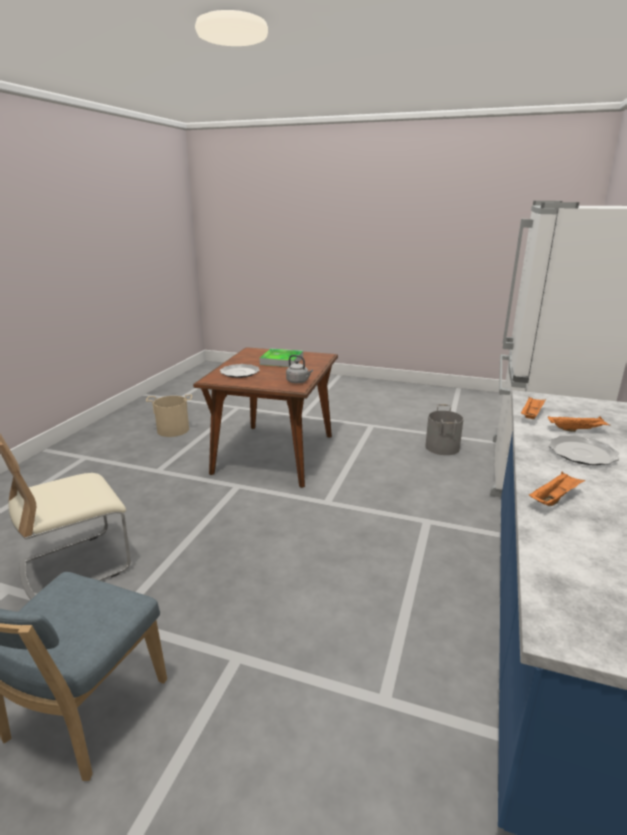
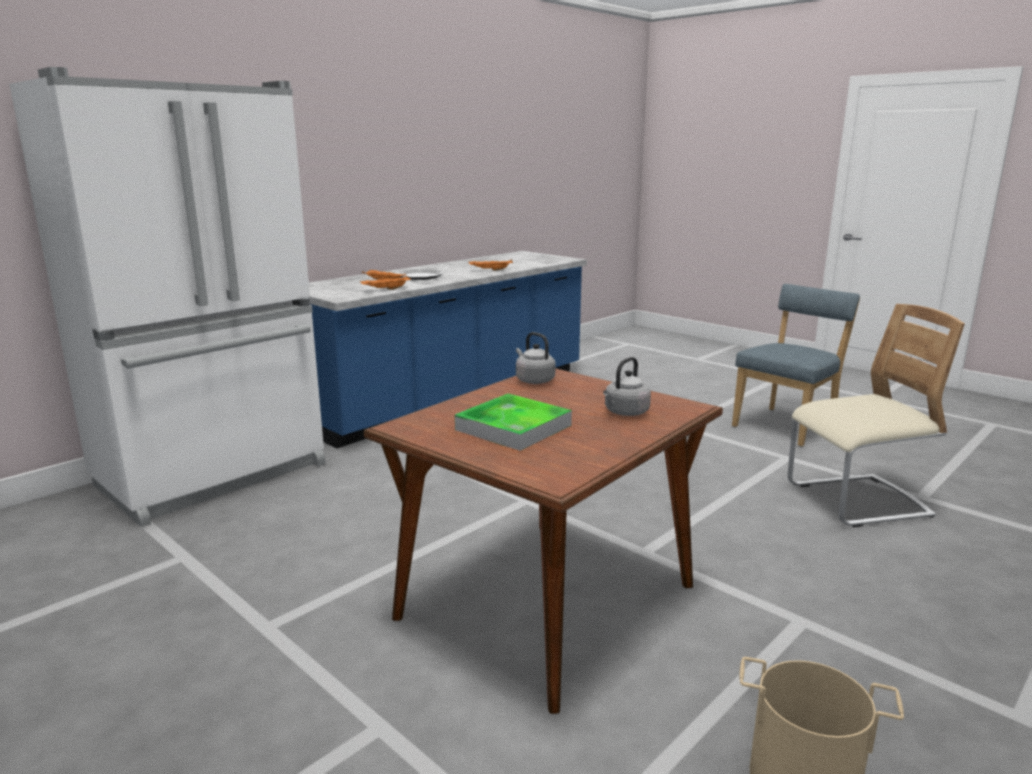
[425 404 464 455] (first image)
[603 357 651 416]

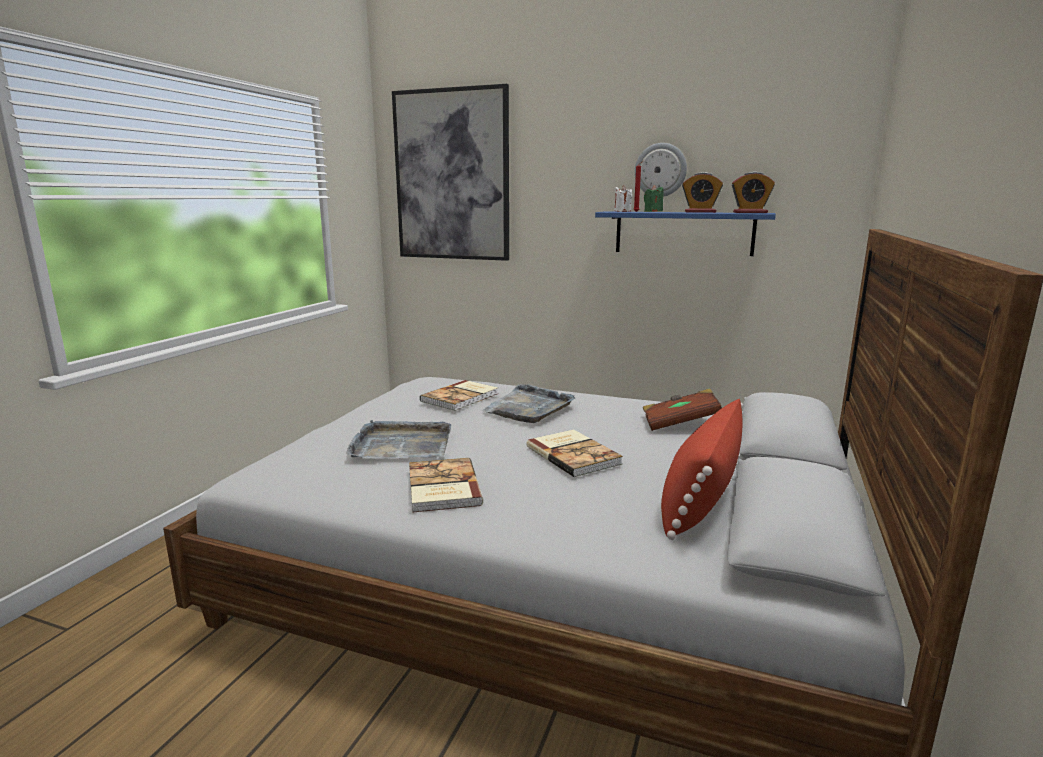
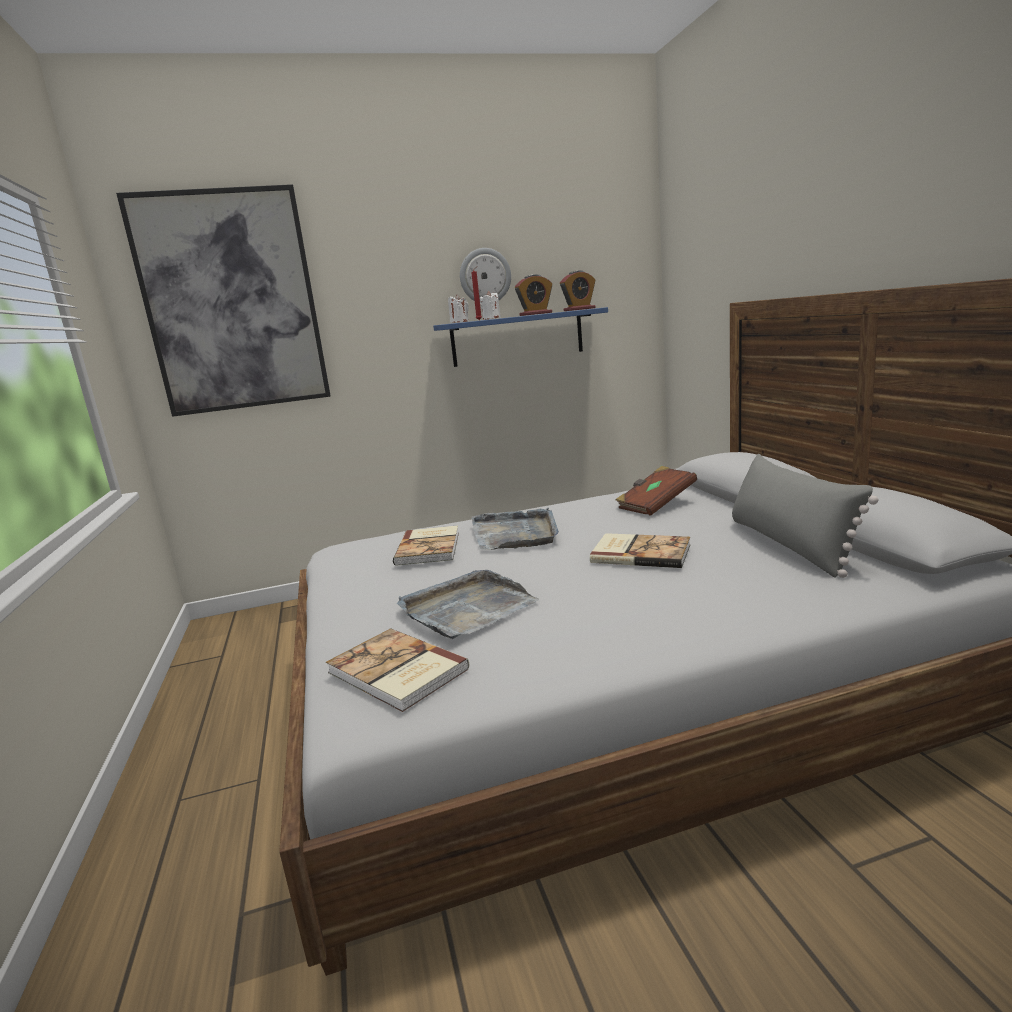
[326 628 469 712]
[480 291 501 320]
[732 454 879 578]

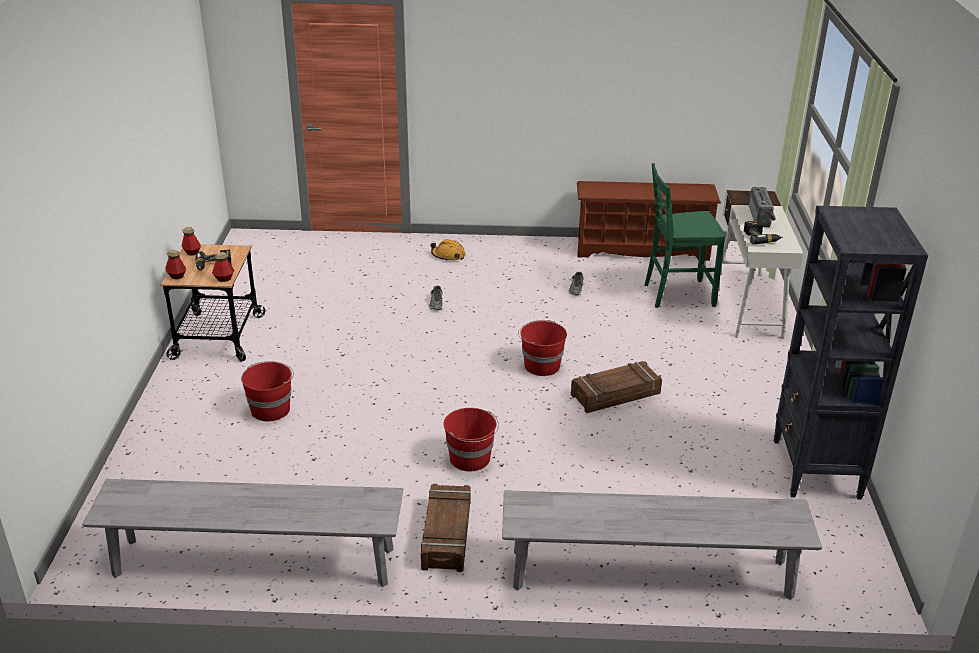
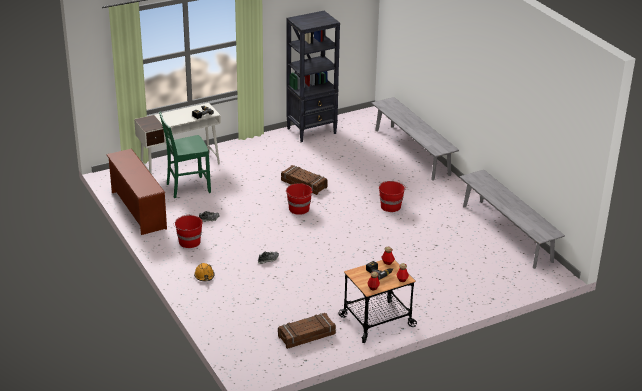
[749 187 776 227] (first image)
[174 214 203 248]
[278 313 336 349]
[159 111 211 198]

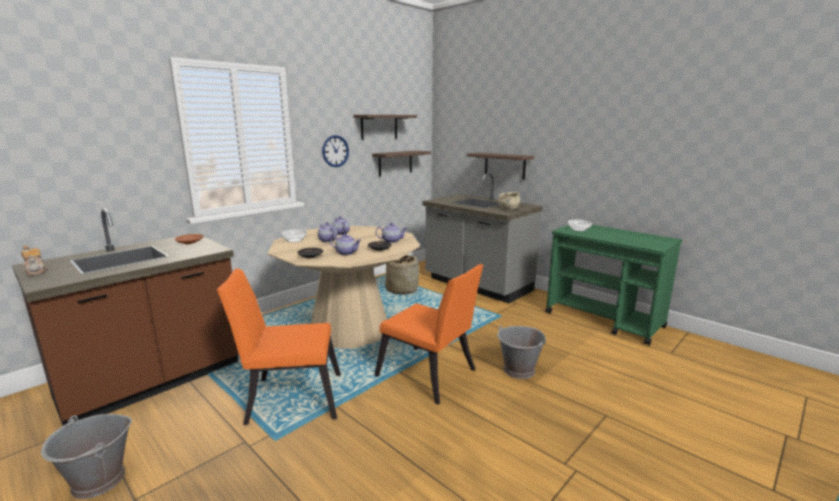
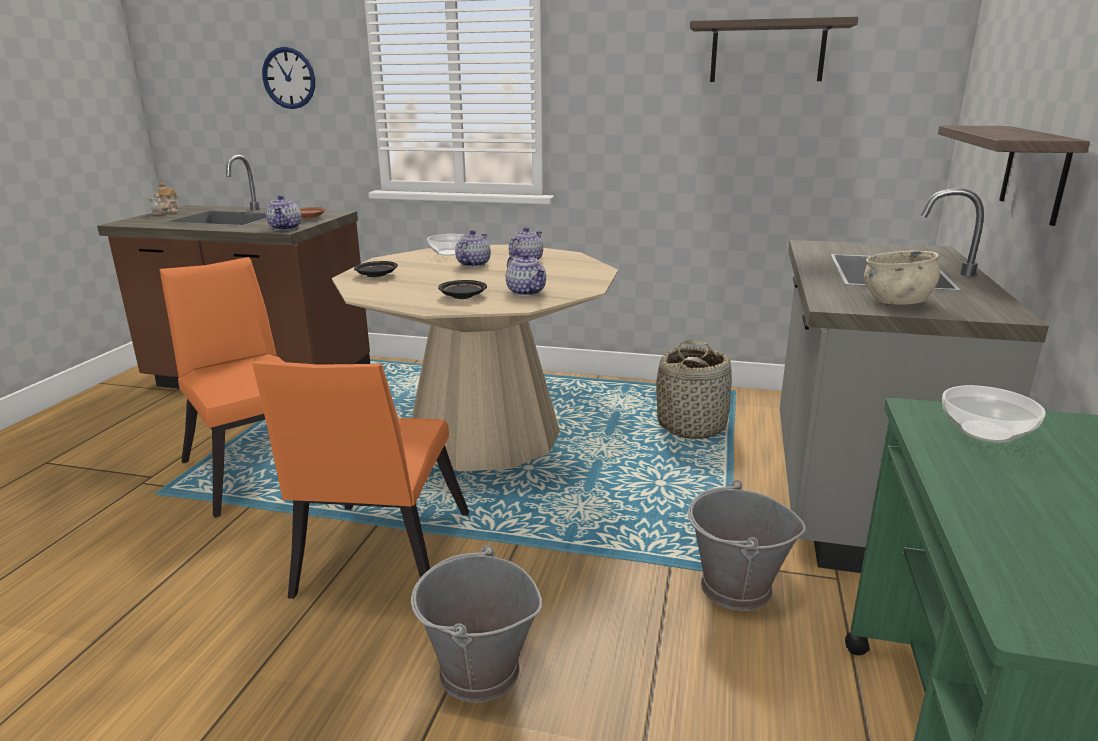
[372 150 431 176] (first image)
[688 480 806 611]
[262 47 315 109]
[266 195 302 230]

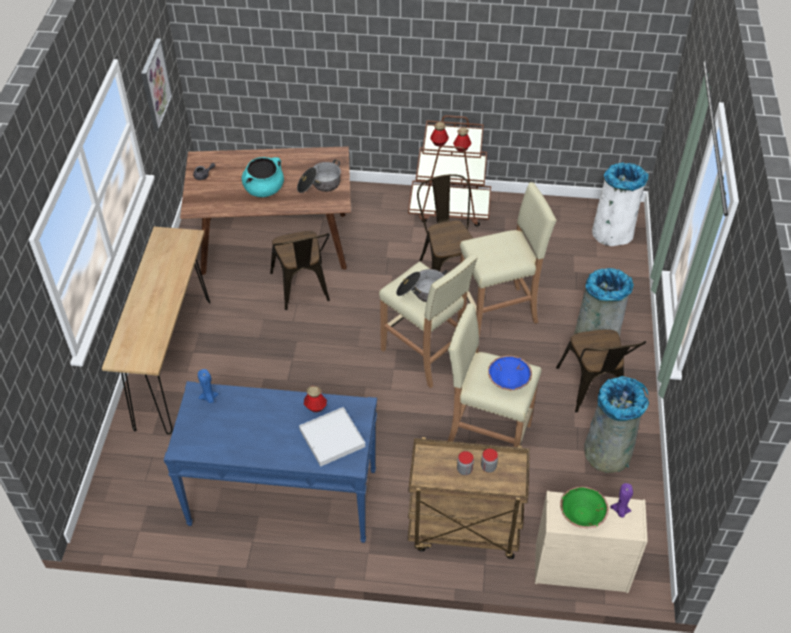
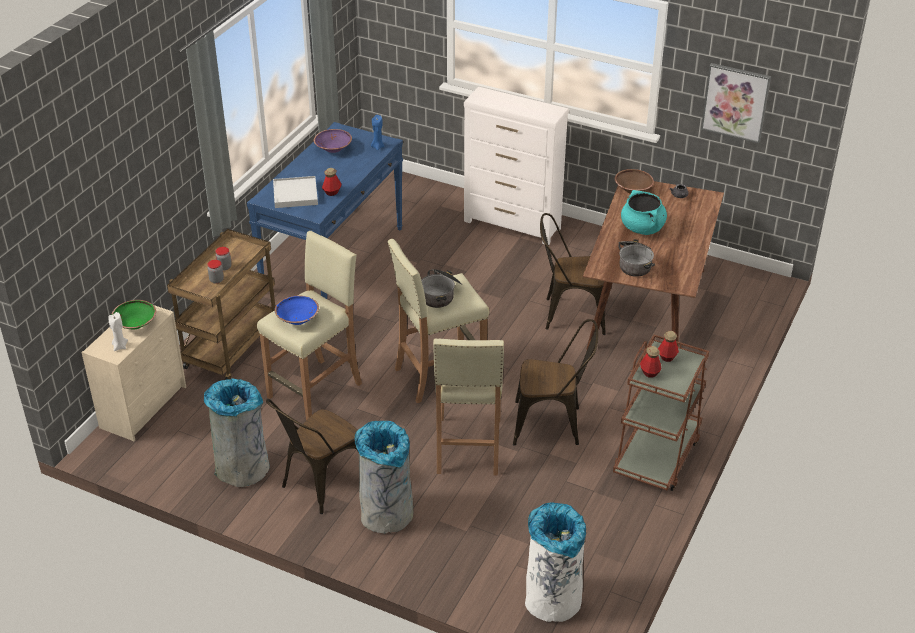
[314 129 352 153]
[615 169 654 194]
[464 87 569 245]
[108 312 128 351]
[266 399 359 514]

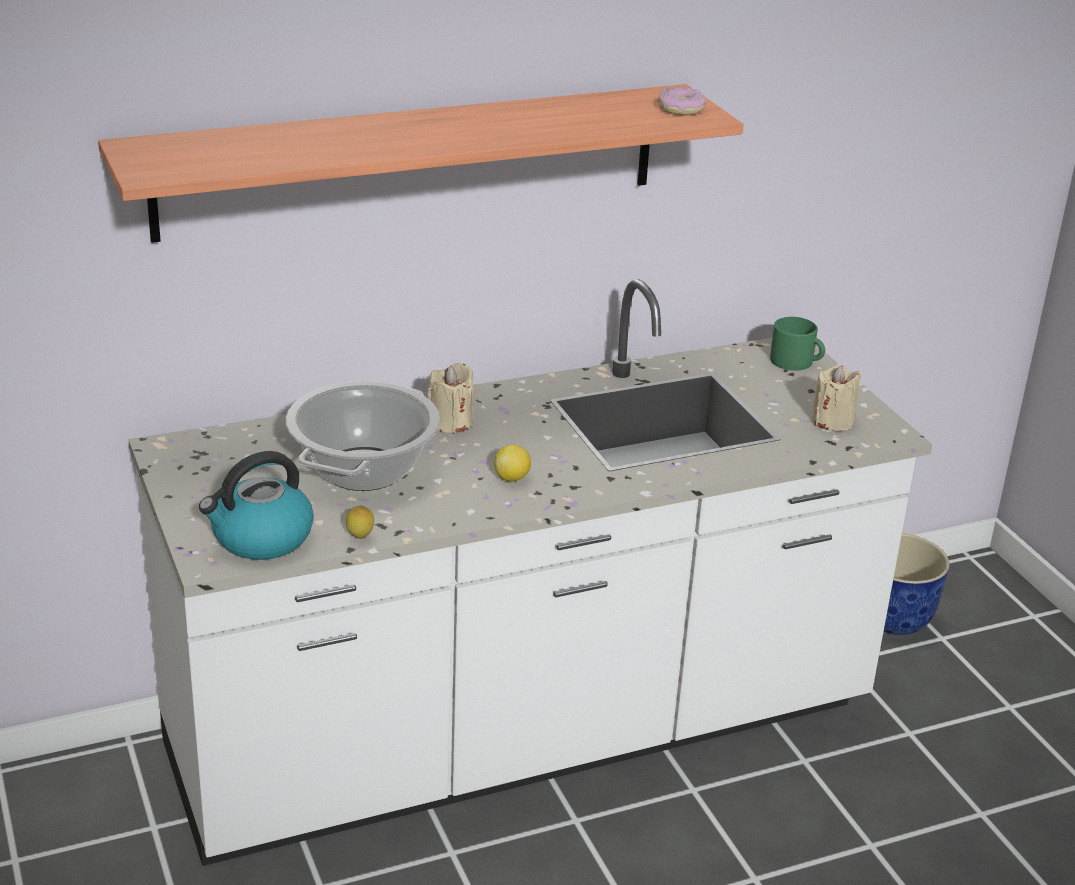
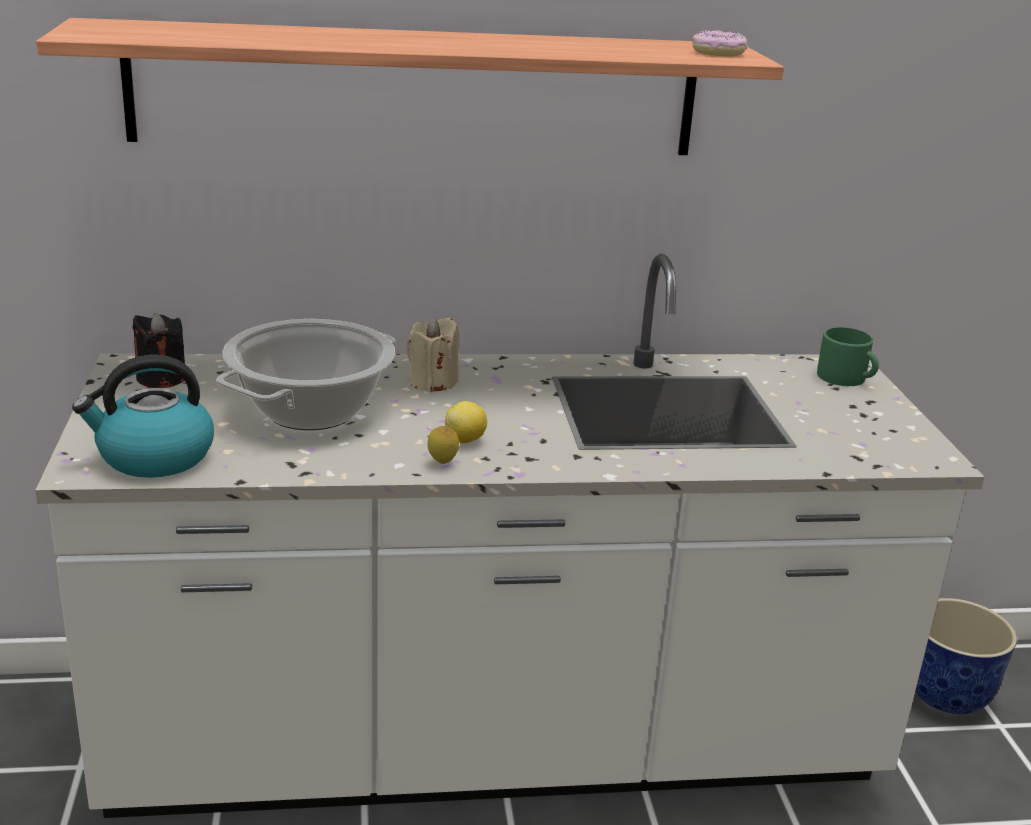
[811 365 861 431] (first image)
[132 313 185 388]
[428 426 459 464]

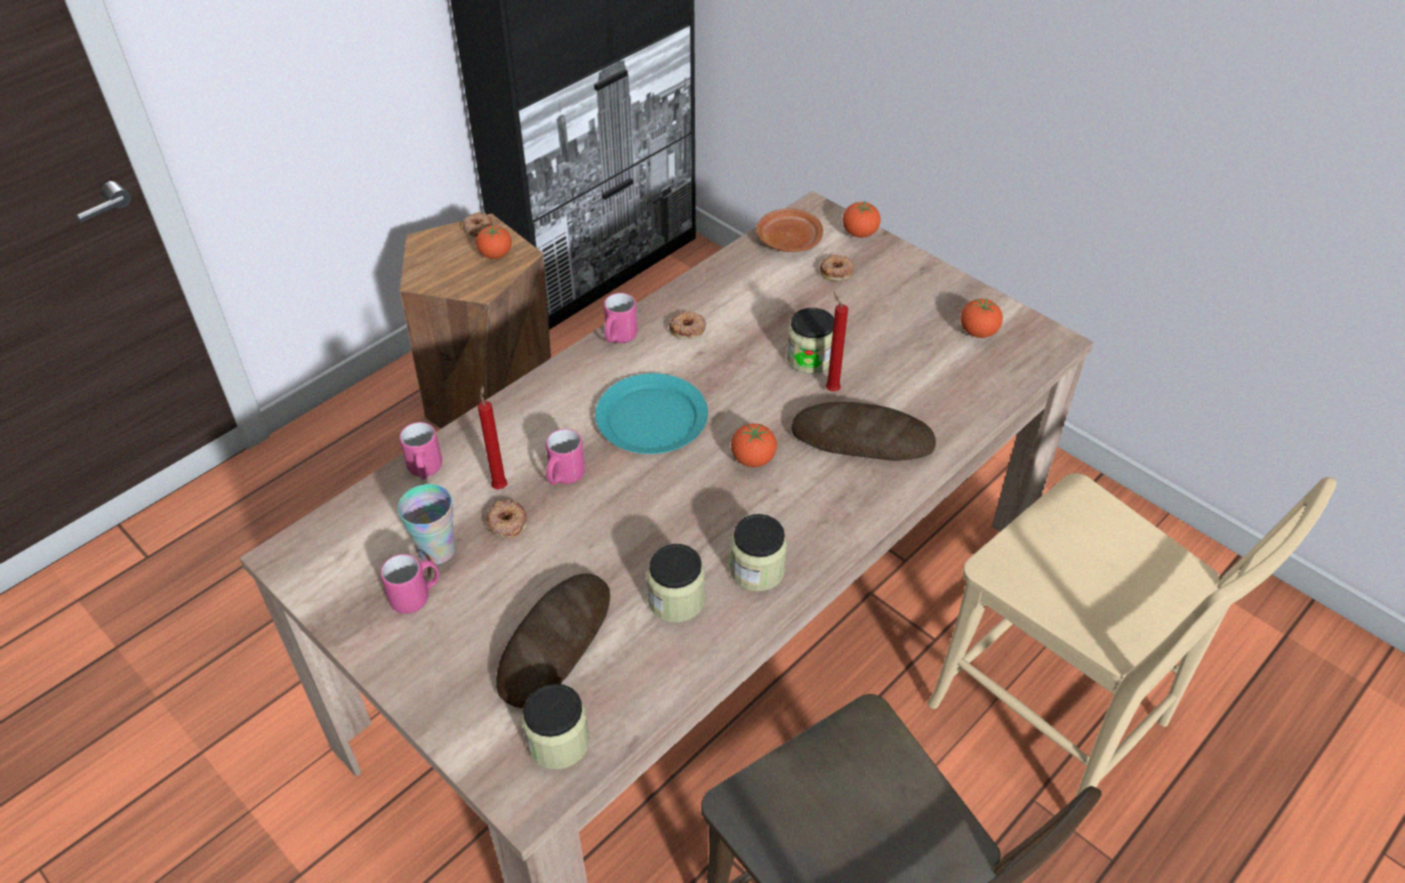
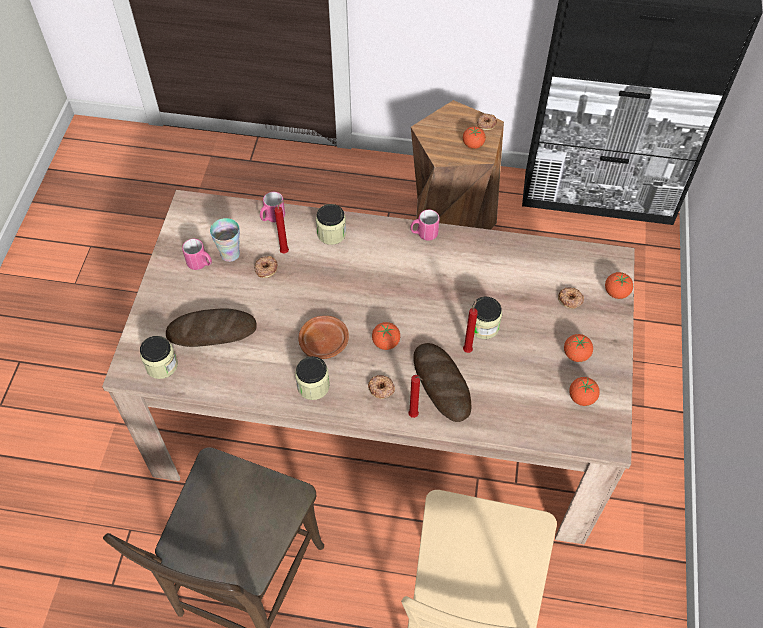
[546 429 585 485] (first image)
[595 373 708 454] (first image)
[408 375 422 418]
[564 334 593 362]
[316 204 346 245]
[368 375 395 399]
[299 316 349 359]

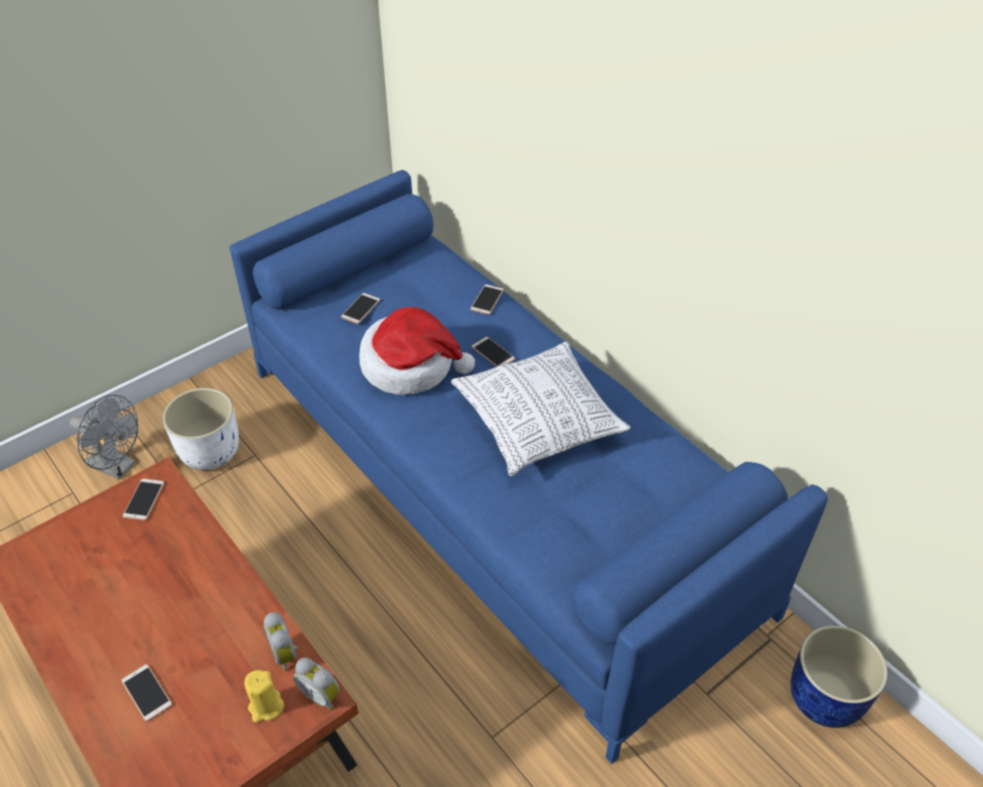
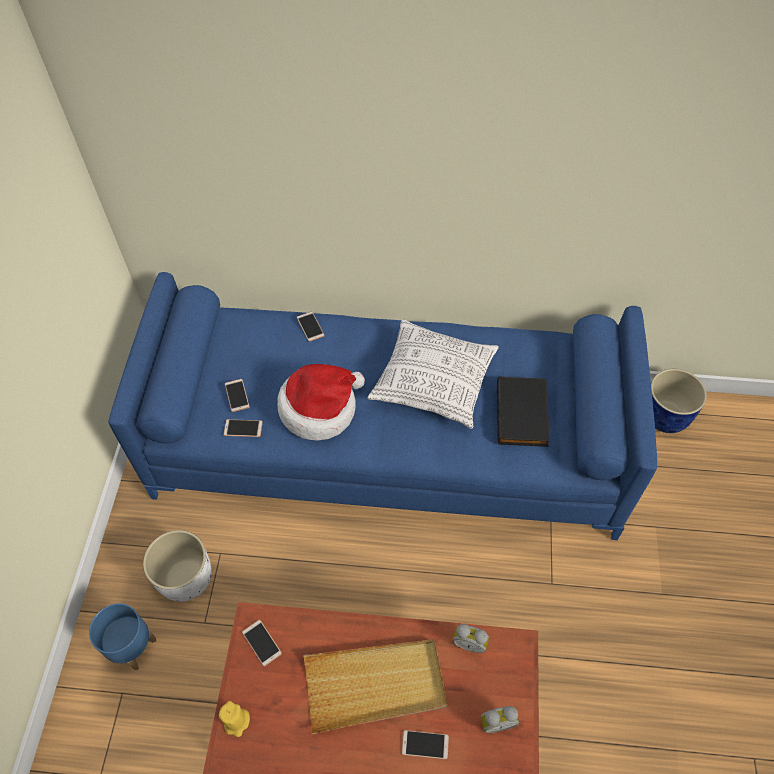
[303 639 447 734]
[497 376 550 447]
[219 701 250 737]
[481 706 519 733]
[223 419 263 437]
[89 603 156 670]

